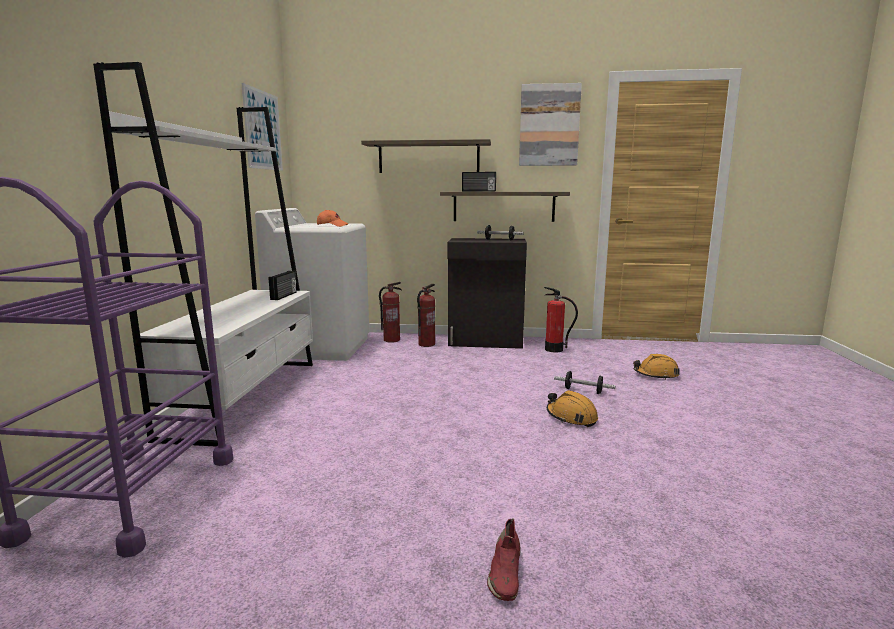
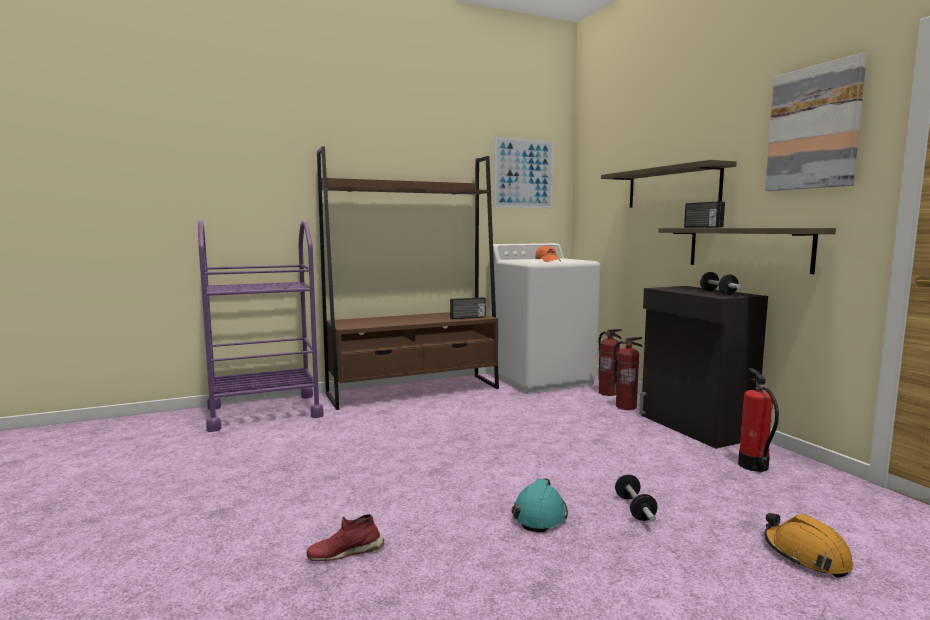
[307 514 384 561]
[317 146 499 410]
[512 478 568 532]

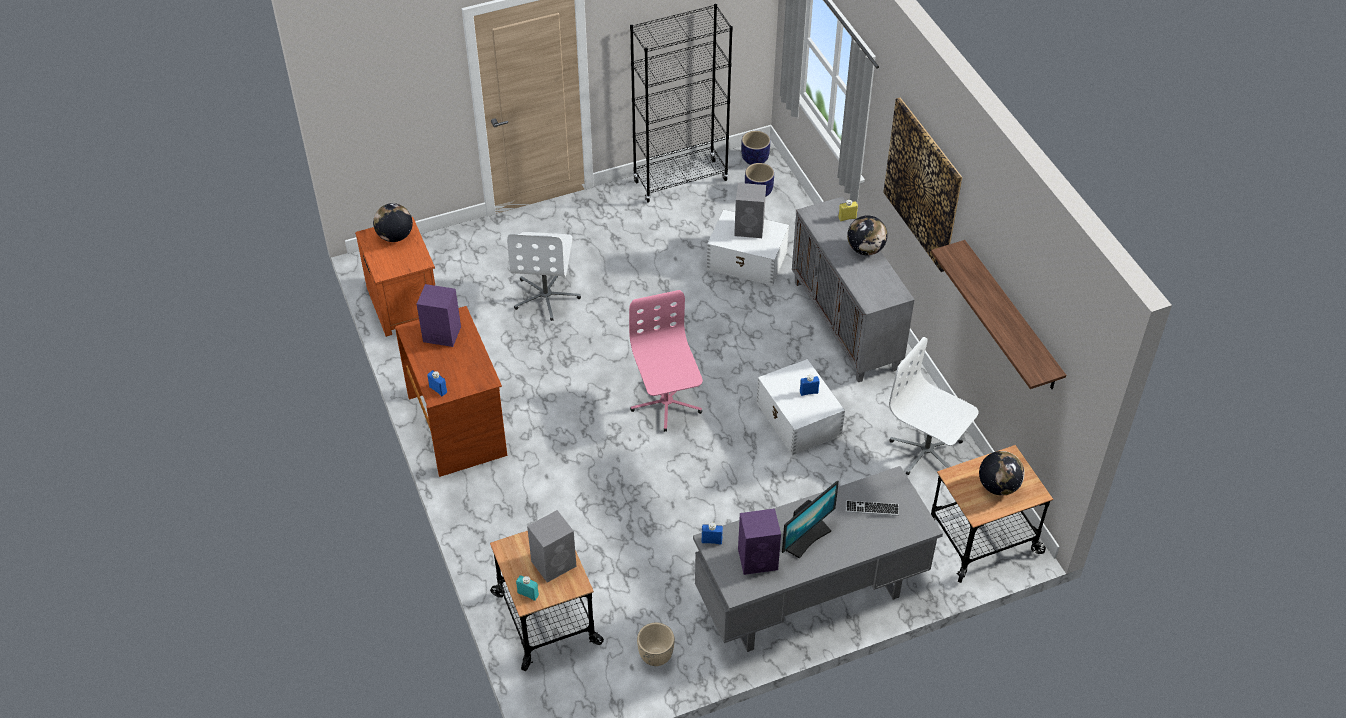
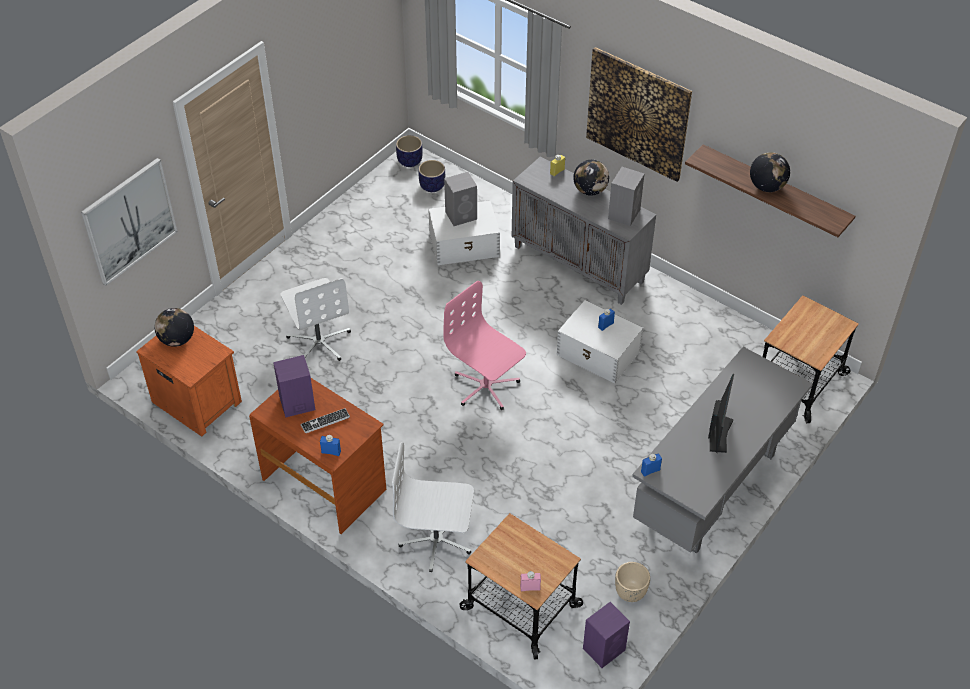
[630 4 733 203] (first image)
[81 158 177 286]
[608 167 644 226]
[583 602 630 668]
[300 408 350 433]
[392 442 474 572]
[750 152 790 192]
[520 571 541 591]

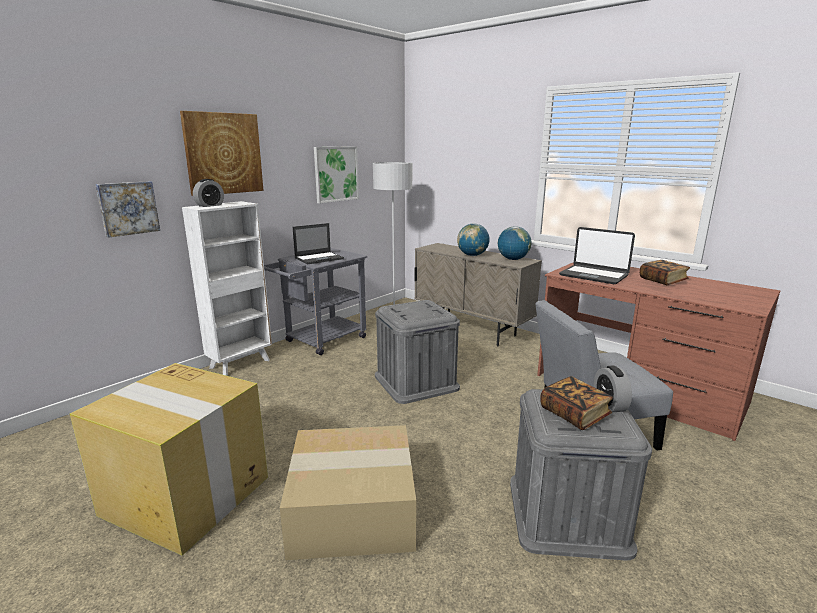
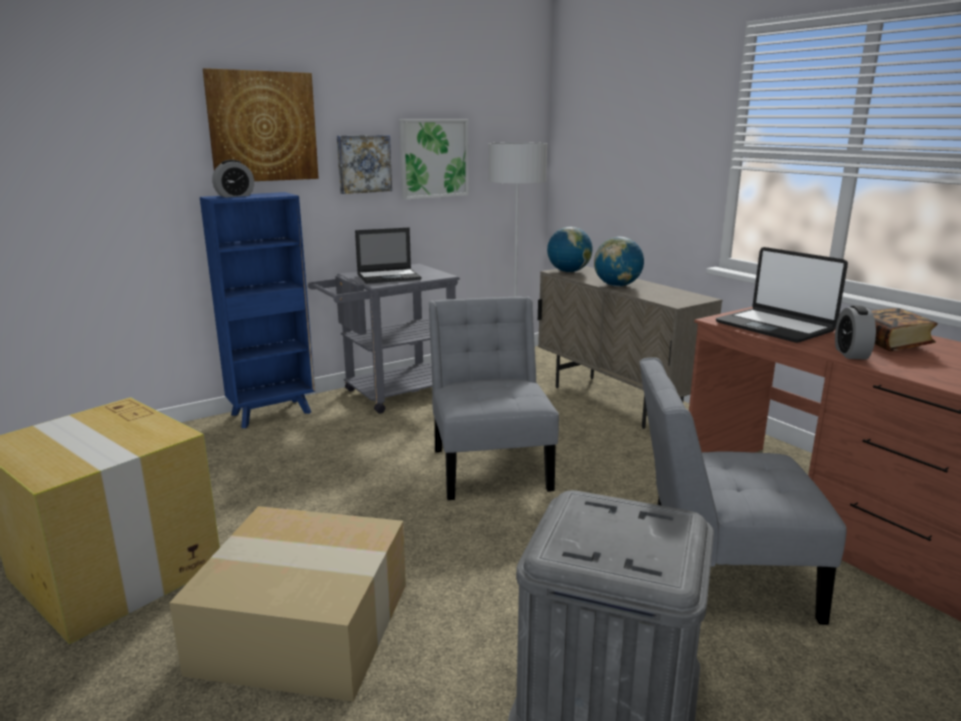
[541 376 613 430] (first image)
[337 135 392 194]
[547 227 593 272]
[835 305 876 360]
[429 296 559 500]
[200 192 315 428]

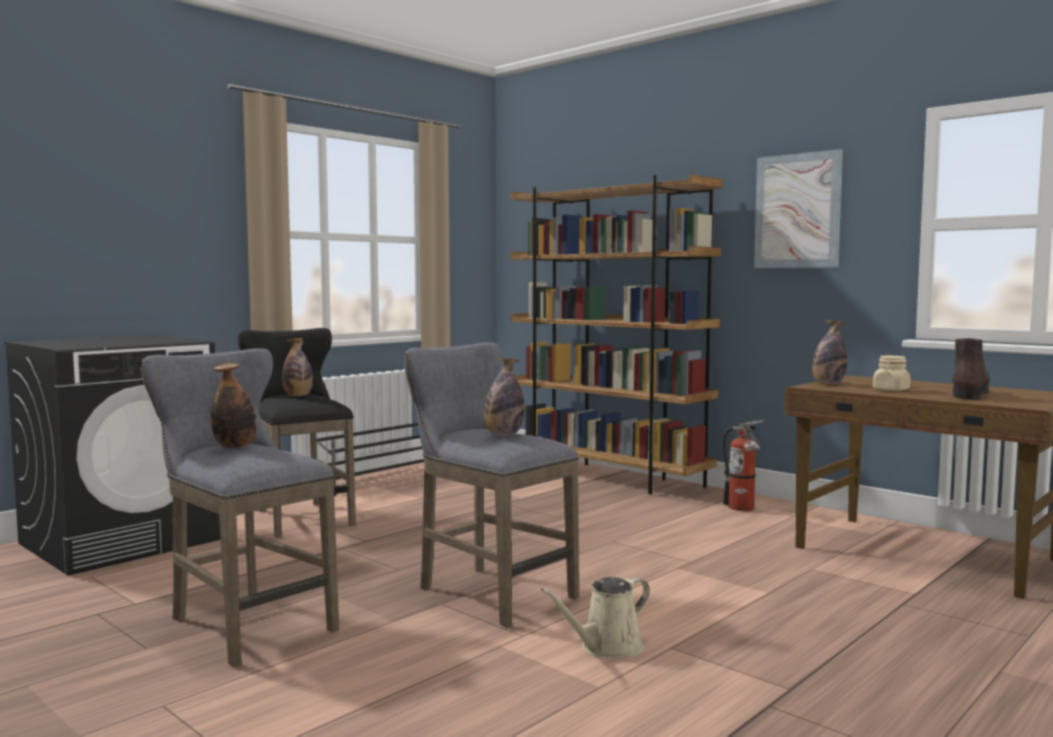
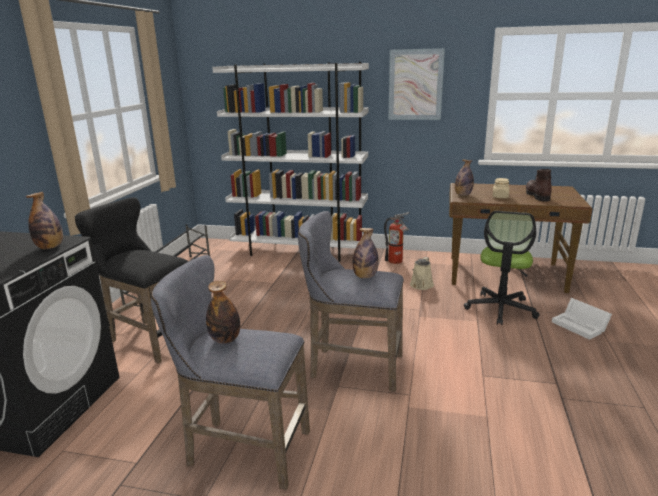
[464 211 540 325]
[552 298 612 340]
[26 192 63 249]
[410 257 434 290]
[212 62 369 262]

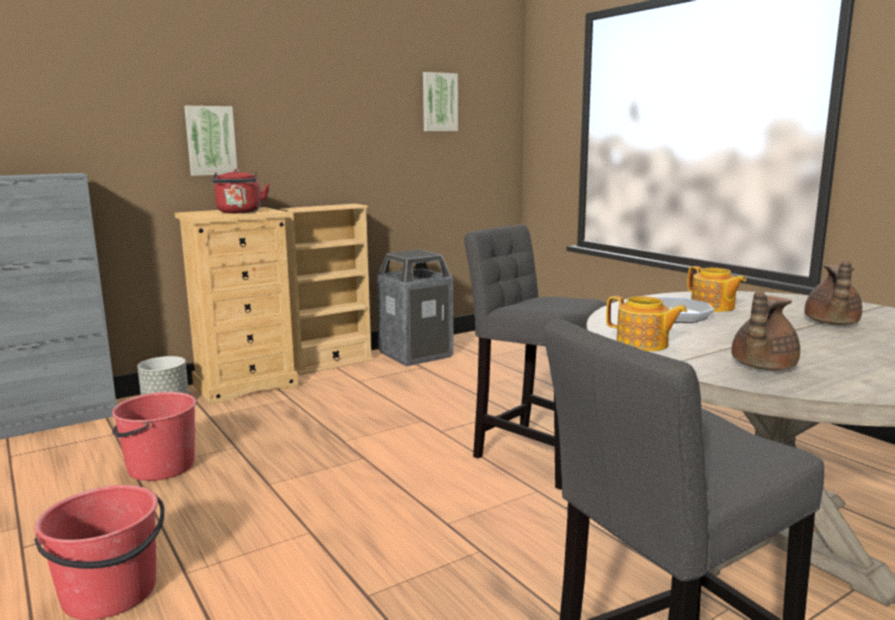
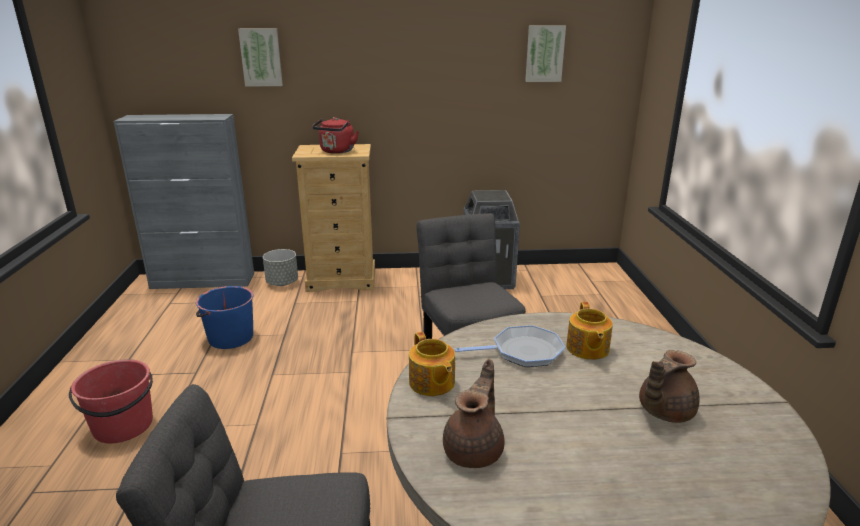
[279 204 373 375] (first image)
[238 28 283 86]
[196 286 254 349]
[443 359 505 468]

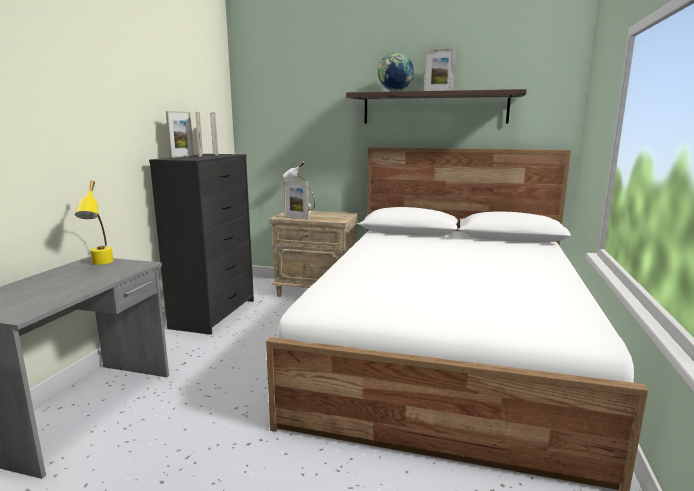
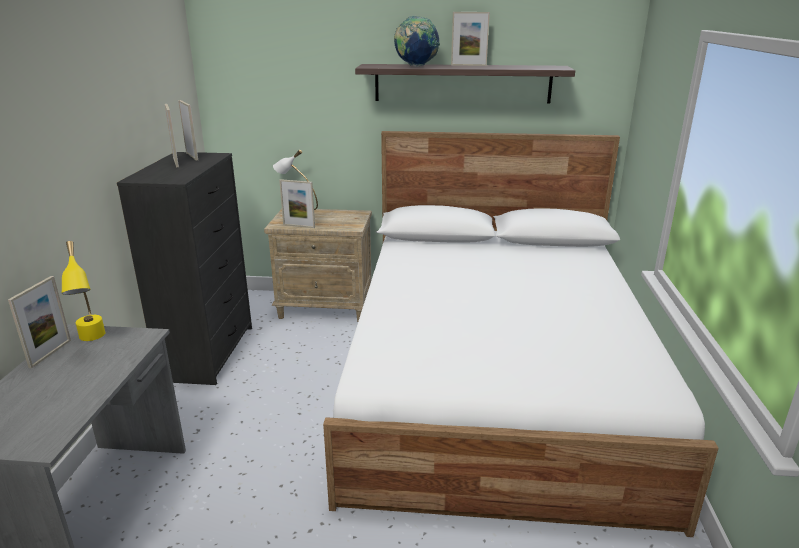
[8 276 71 368]

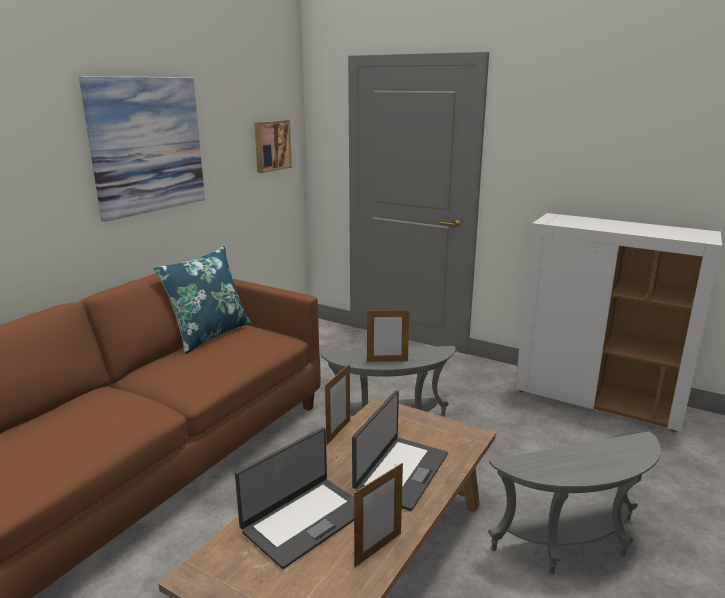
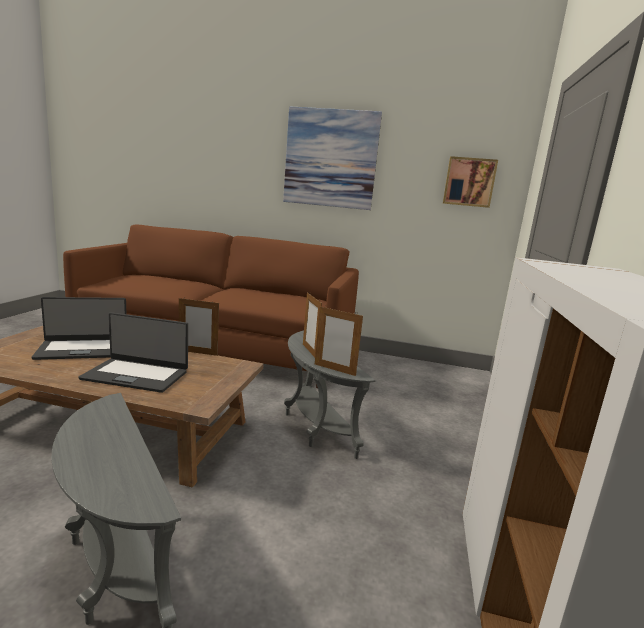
[153 246 251 354] (first image)
[315 306 363 376]
[32 297 126 360]

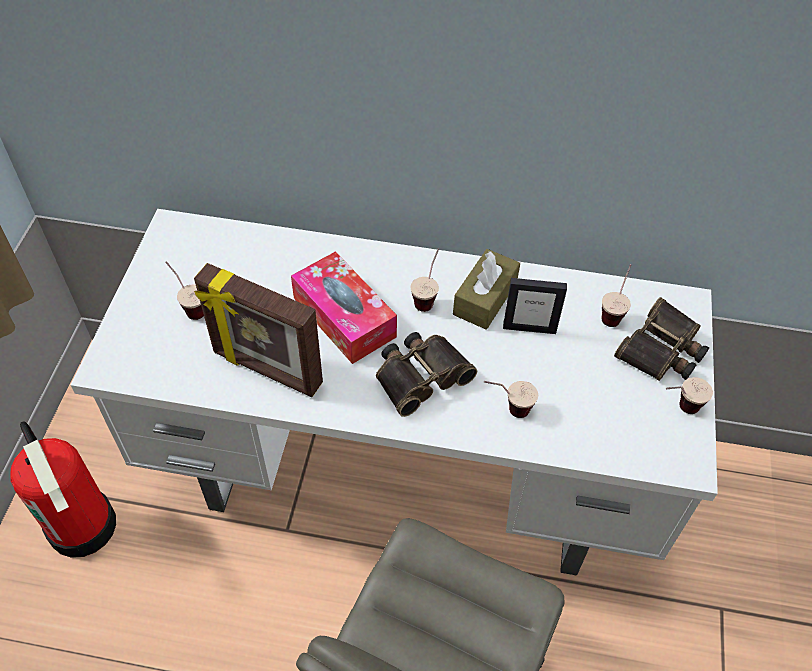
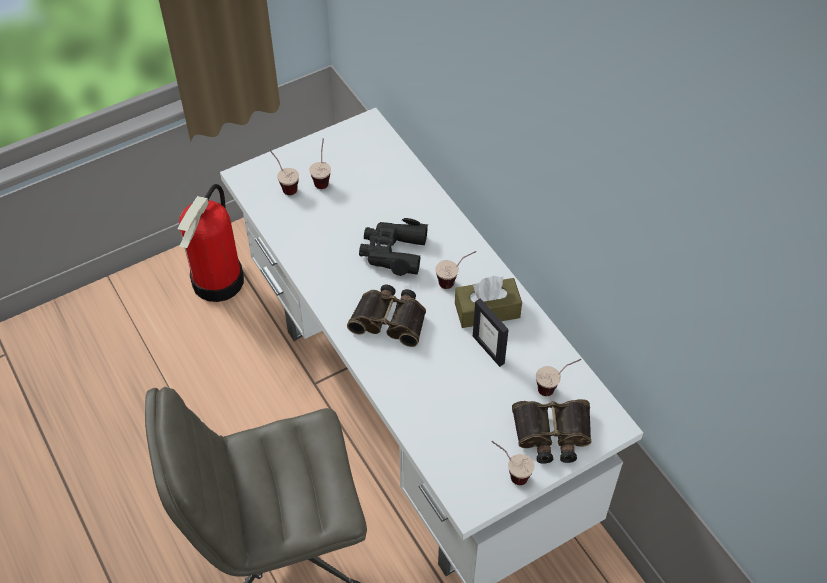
[194 263 323 397] (first image)
[269 150 299 195]
[359 218 428 276]

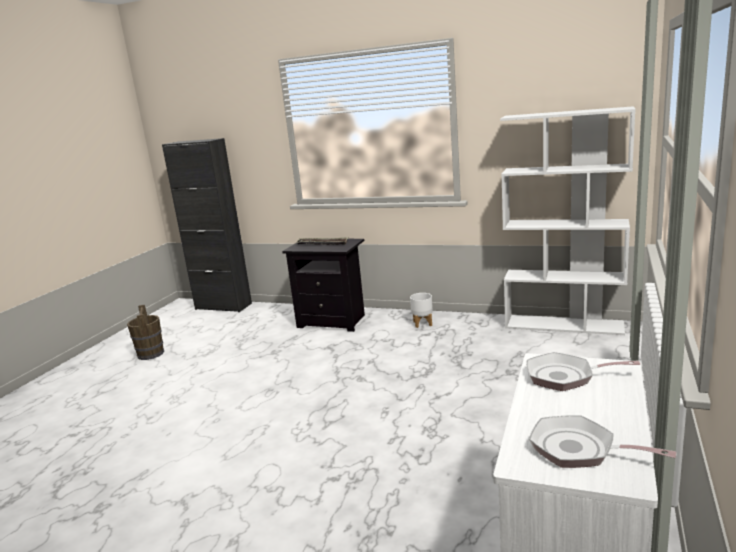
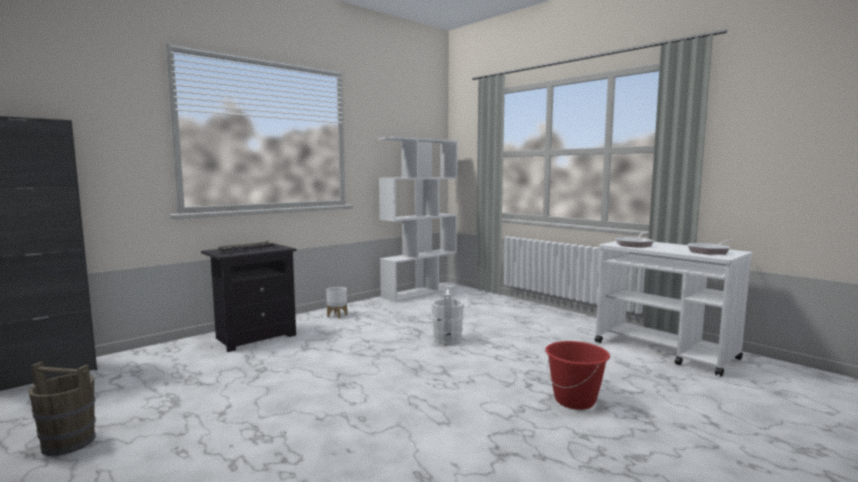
[431 287 464 345]
[545 341 610 410]

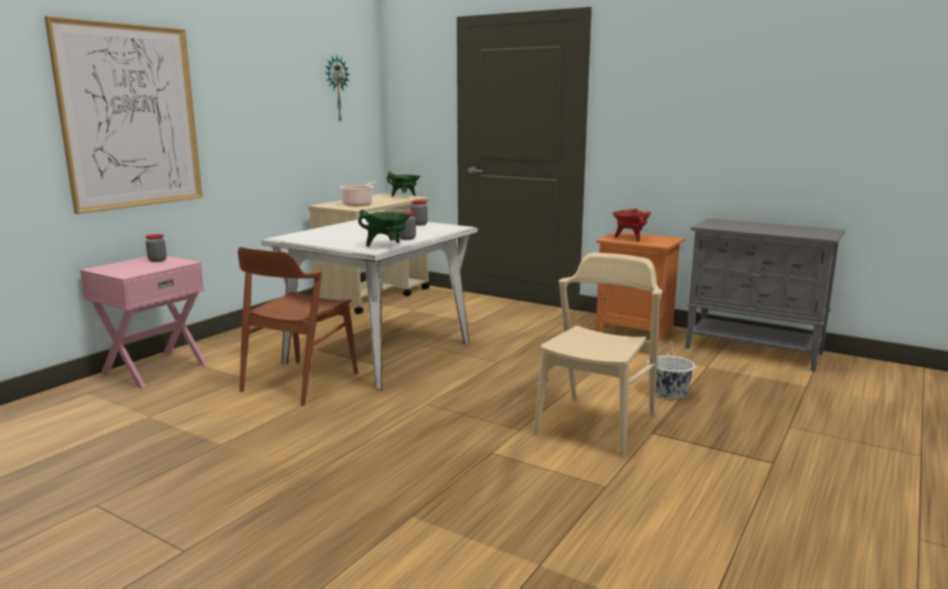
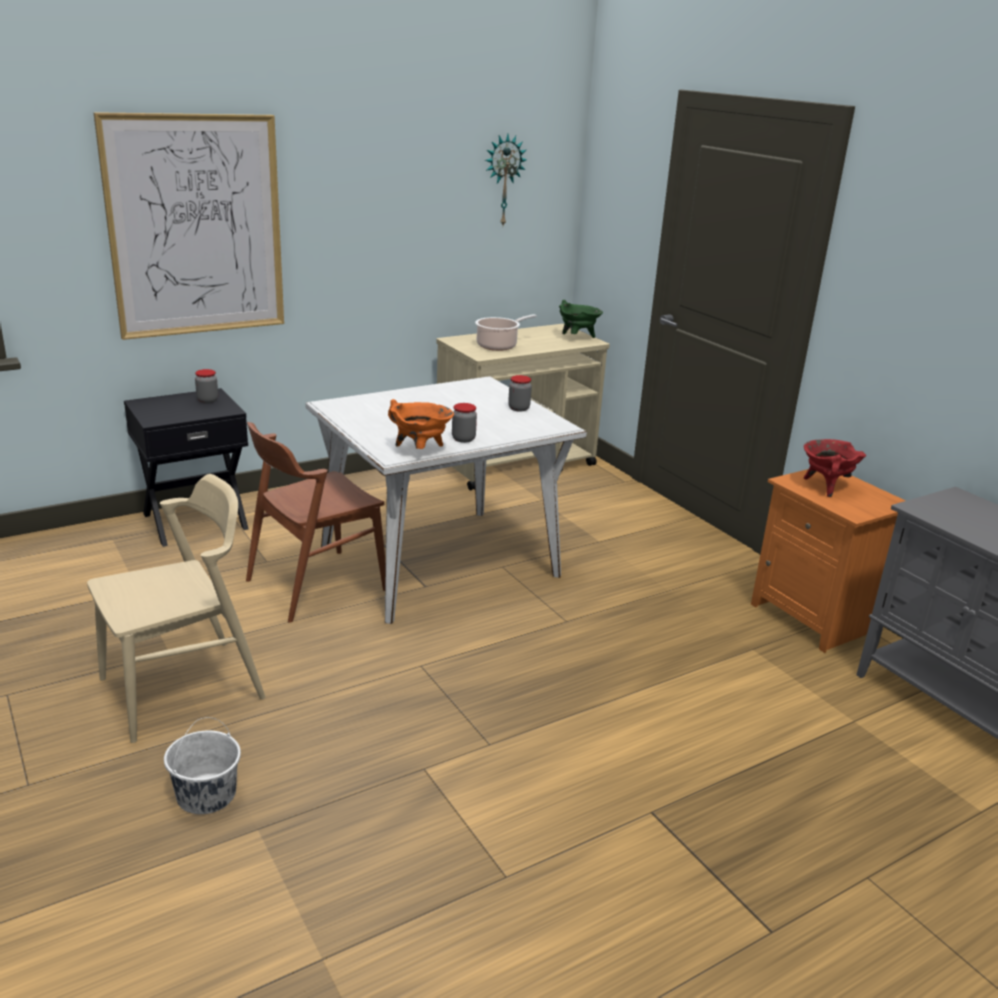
[87 474 265 743]
[164 717 241 814]
[124 388 248 547]
[388 399 454 449]

